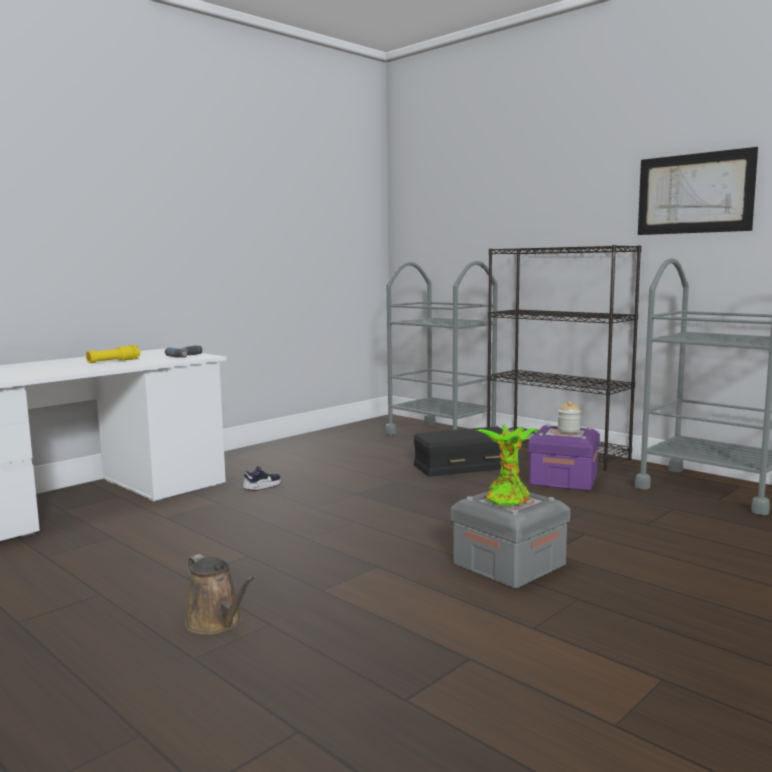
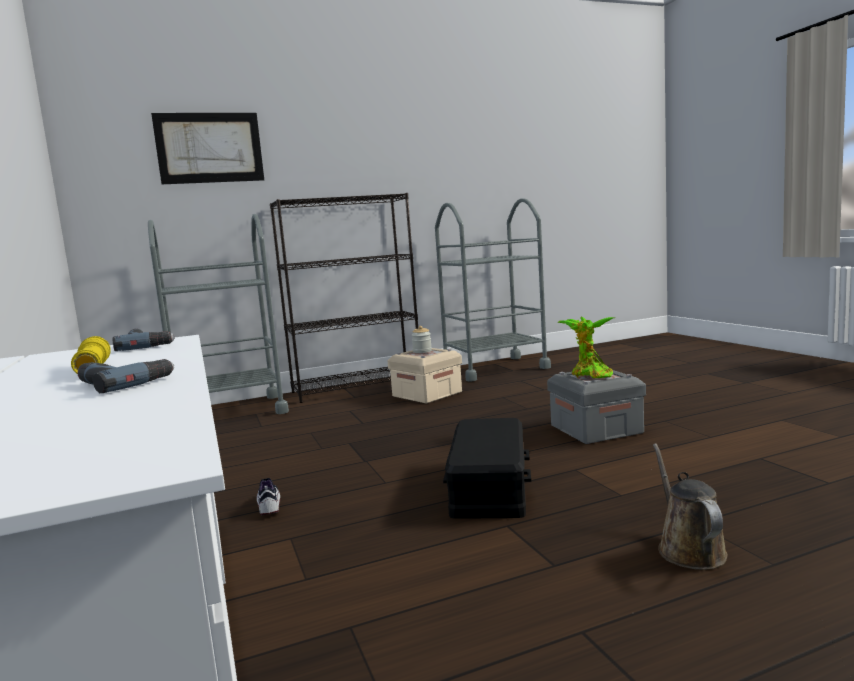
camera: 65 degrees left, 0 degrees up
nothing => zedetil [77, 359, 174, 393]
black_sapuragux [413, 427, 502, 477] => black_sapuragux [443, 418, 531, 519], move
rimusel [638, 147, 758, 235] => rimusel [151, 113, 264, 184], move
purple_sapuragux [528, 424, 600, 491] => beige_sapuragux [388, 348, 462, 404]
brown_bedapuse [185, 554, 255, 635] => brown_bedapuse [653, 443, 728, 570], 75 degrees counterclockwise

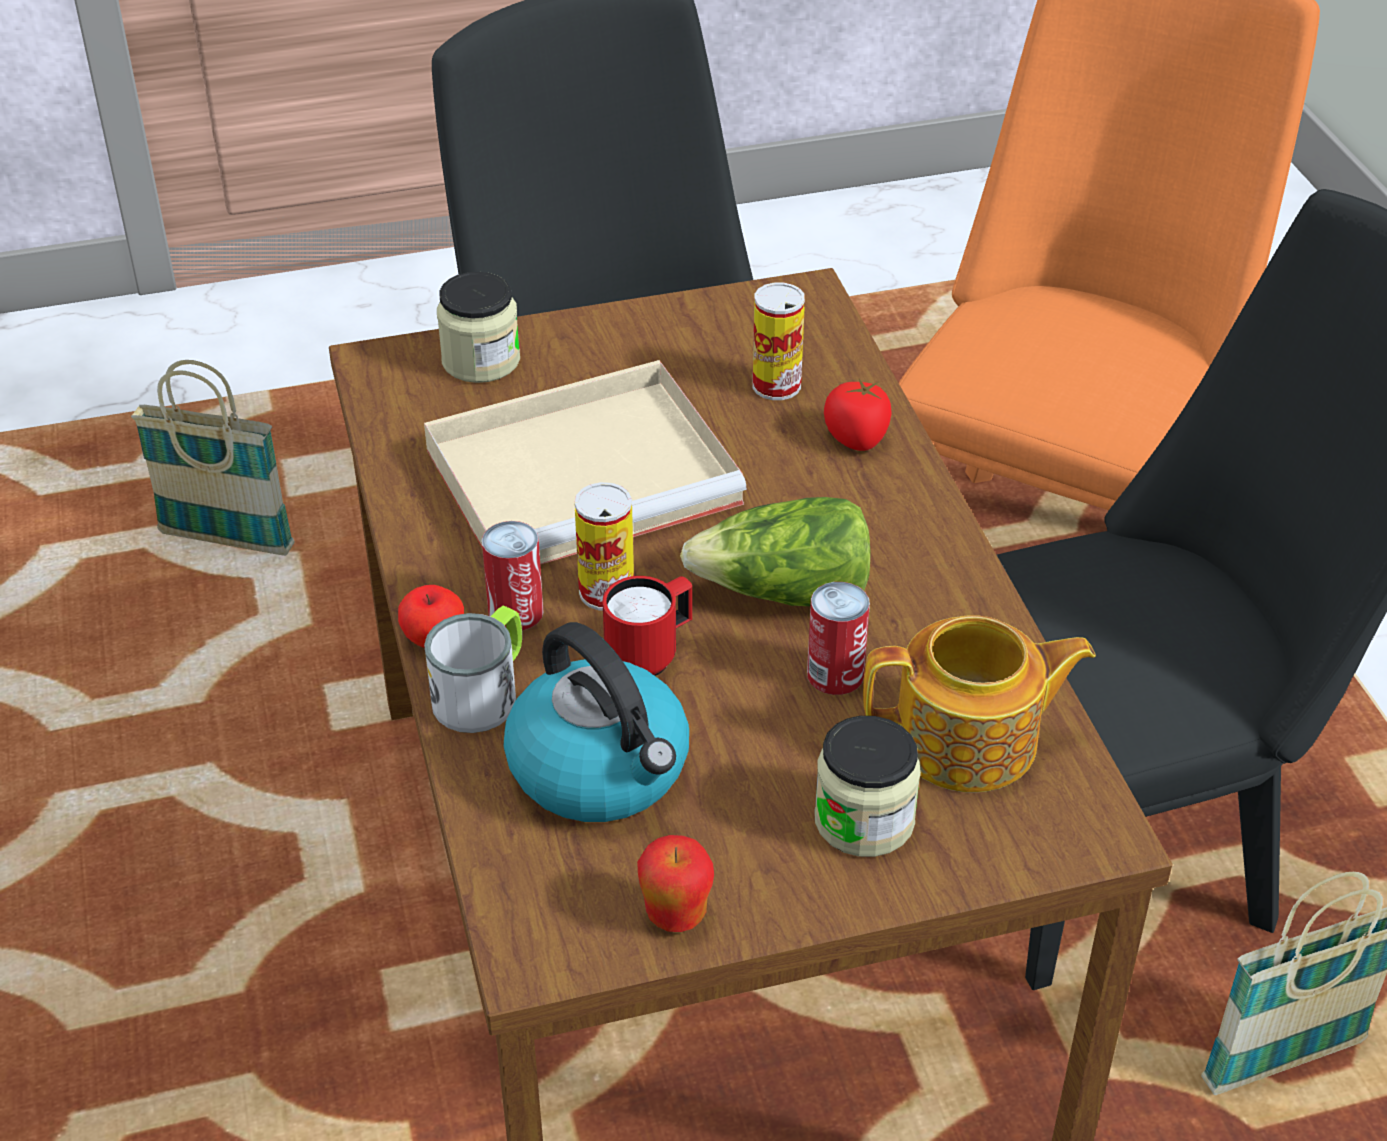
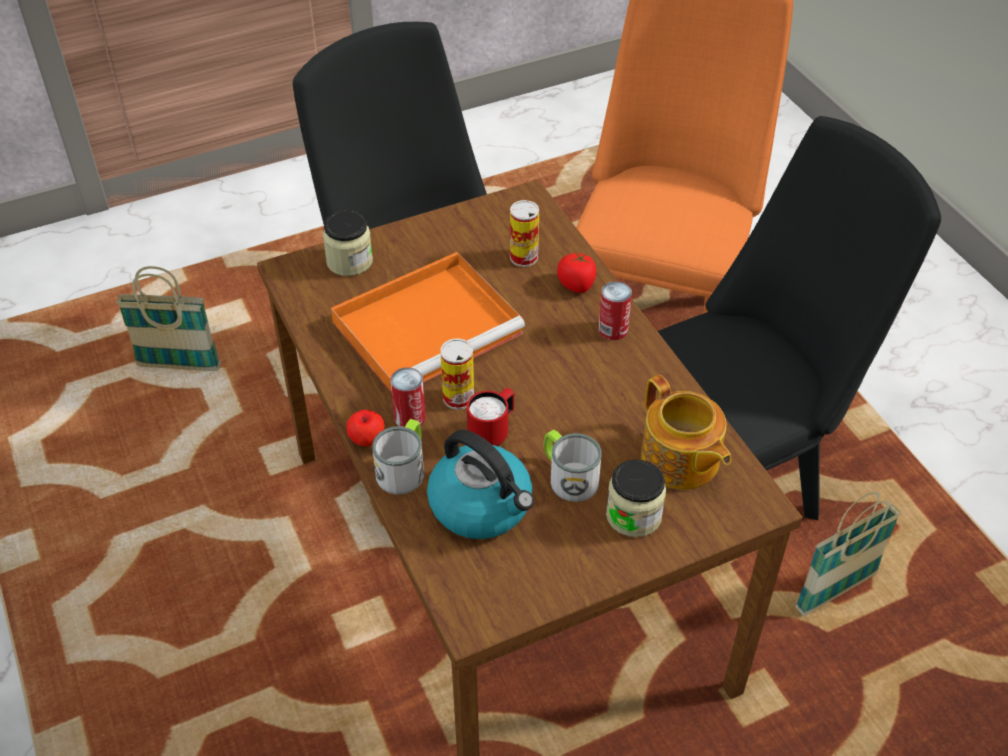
camera: 10 degrees left, 5 degrees up
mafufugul [637, 835, 714, 932] => nothing
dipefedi [680, 497, 871, 606] => nothing
nothing => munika [544, 429, 602, 502]
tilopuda [807, 582, 870, 695] => tilopuda [598, 281, 632, 341], move
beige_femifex [424, 360, 747, 565] => orange_femifex [331, 252, 525, 393]
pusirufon [863, 615, 1096, 792] => pusirufon [641, 375, 731, 490], 75 degrees clockwise

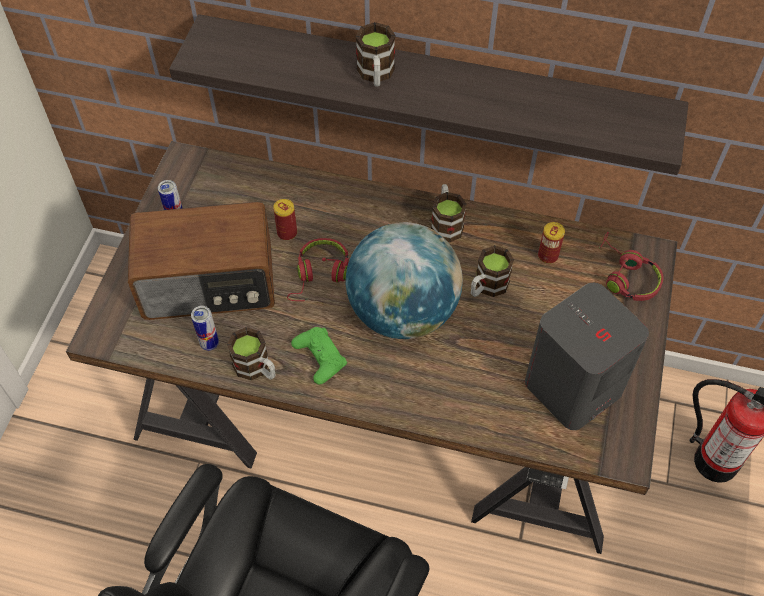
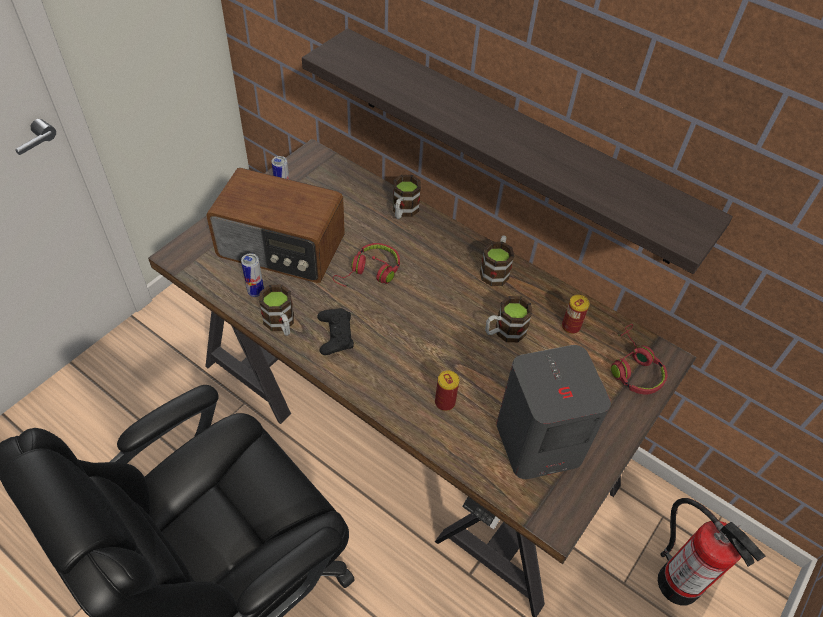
camera: 20 degrees right, 5 degrees down
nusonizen [346, 222, 463, 339] => nothing
tilopuda [273, 199, 297, 241] => tilopuda [435, 370, 459, 411], move
munika [355, 22, 395, 87] => munika [393, 175, 421, 219], move
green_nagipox [291, 327, 347, 385] => black_nagipox [317, 308, 354, 355]

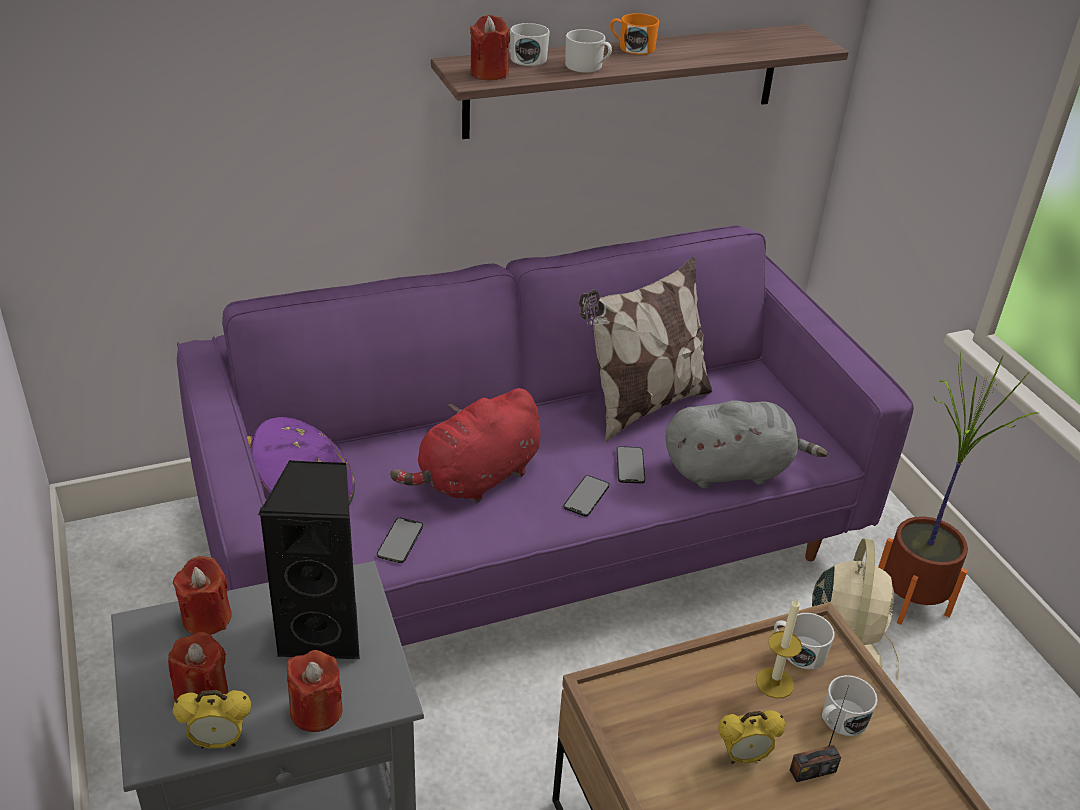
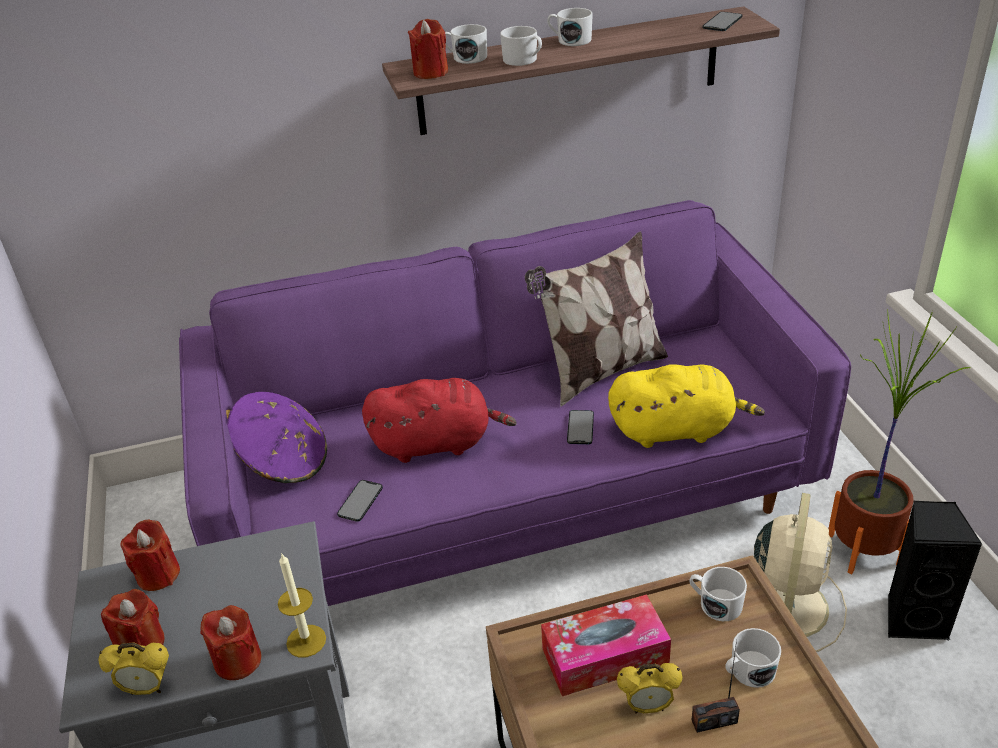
camera: 10 degrees right, 0 degrees up
nothing => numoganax [541, 594, 671, 696]
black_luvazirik [258, 460, 360, 659] => black_luvazirik [888, 500, 983, 640], move
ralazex [563, 475, 609, 517] => ralazex [703, 12, 743, 31], move
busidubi [756, 597, 802, 698] => busidubi [278, 553, 326, 658], move
orange_munika [610, 13, 659, 55] => white_munika [547, 8, 593, 46]
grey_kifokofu [665, 400, 828, 489] => yellow_kifokofu [608, 364, 765, 448]
red_kifokofu [390, 388, 540, 503] => red_kifokofu [362, 378, 517, 463], 150 degrees counterclockwise

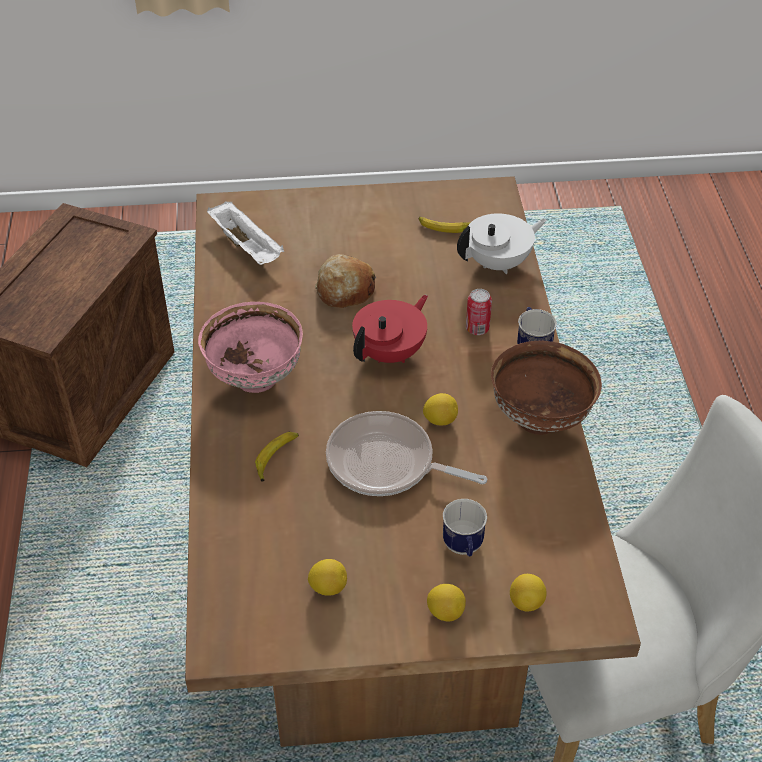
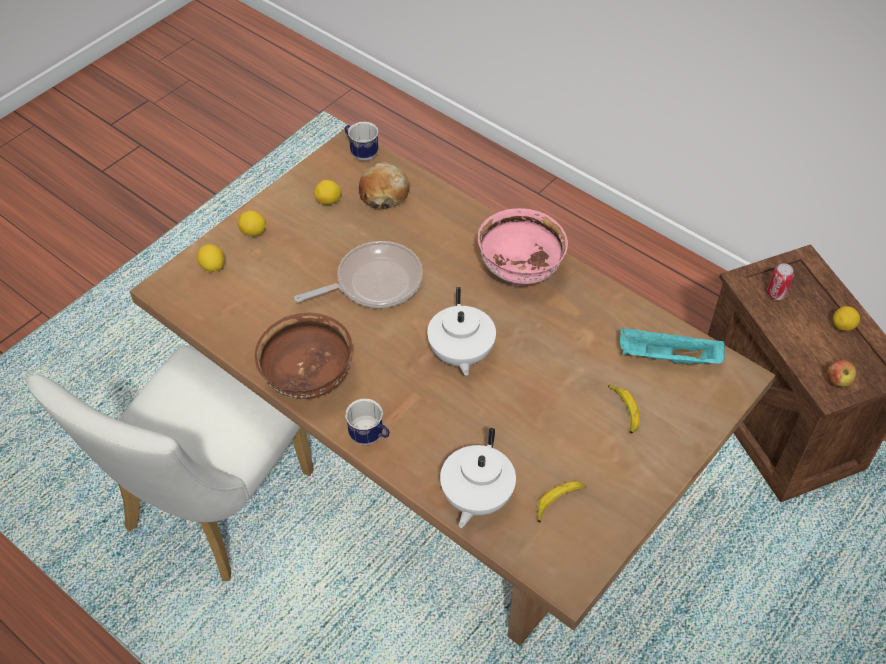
camera: 135 degrees right, 5 degrees up
nothing => mafufugul [827, 360, 856, 387]
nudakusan [255, 432, 299, 481] => nudakusan [608, 385, 640, 434], move
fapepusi [315, 254, 376, 308] => fapepusi [359, 162, 410, 209], move
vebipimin [423, 393, 458, 426] => vebipimin [833, 306, 860, 331], move
munika [443, 499, 487, 556] => munika [345, 122, 378, 161], move
tilopuda [466, 289, 492, 335] => tilopuda [767, 263, 794, 300], move
white_femifex [207, 201, 284, 265] => turquoise_femifex [620, 327, 725, 364]
red_pusirufon [352, 295, 428, 363] => white_pusirufon [427, 287, 496, 376]

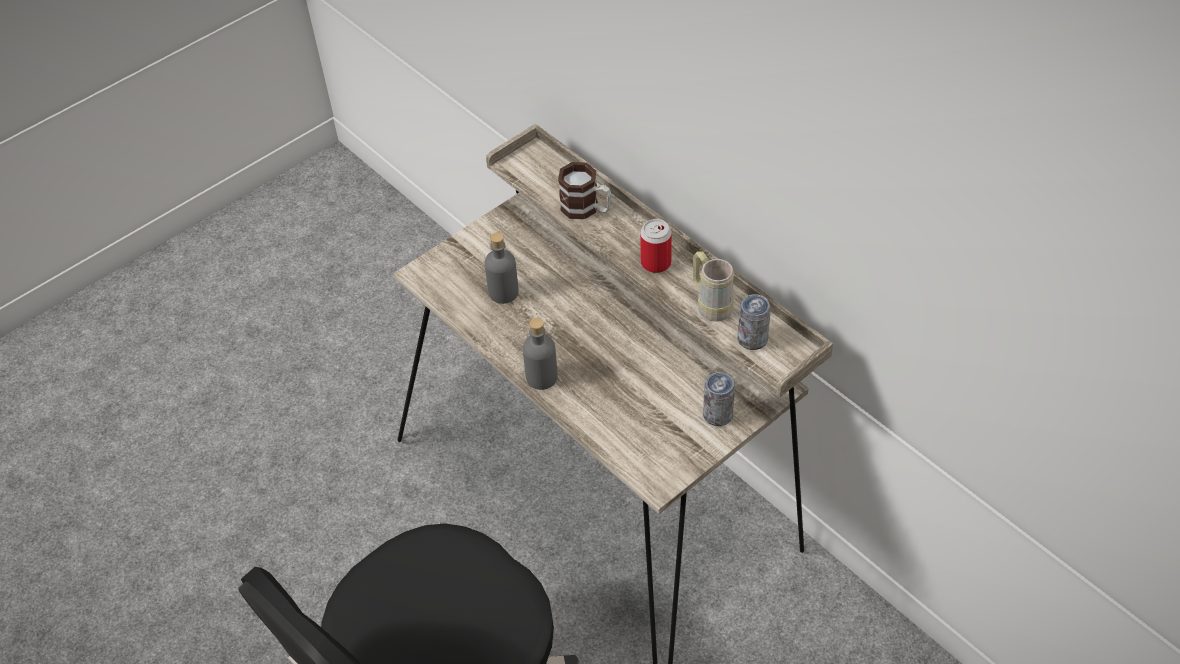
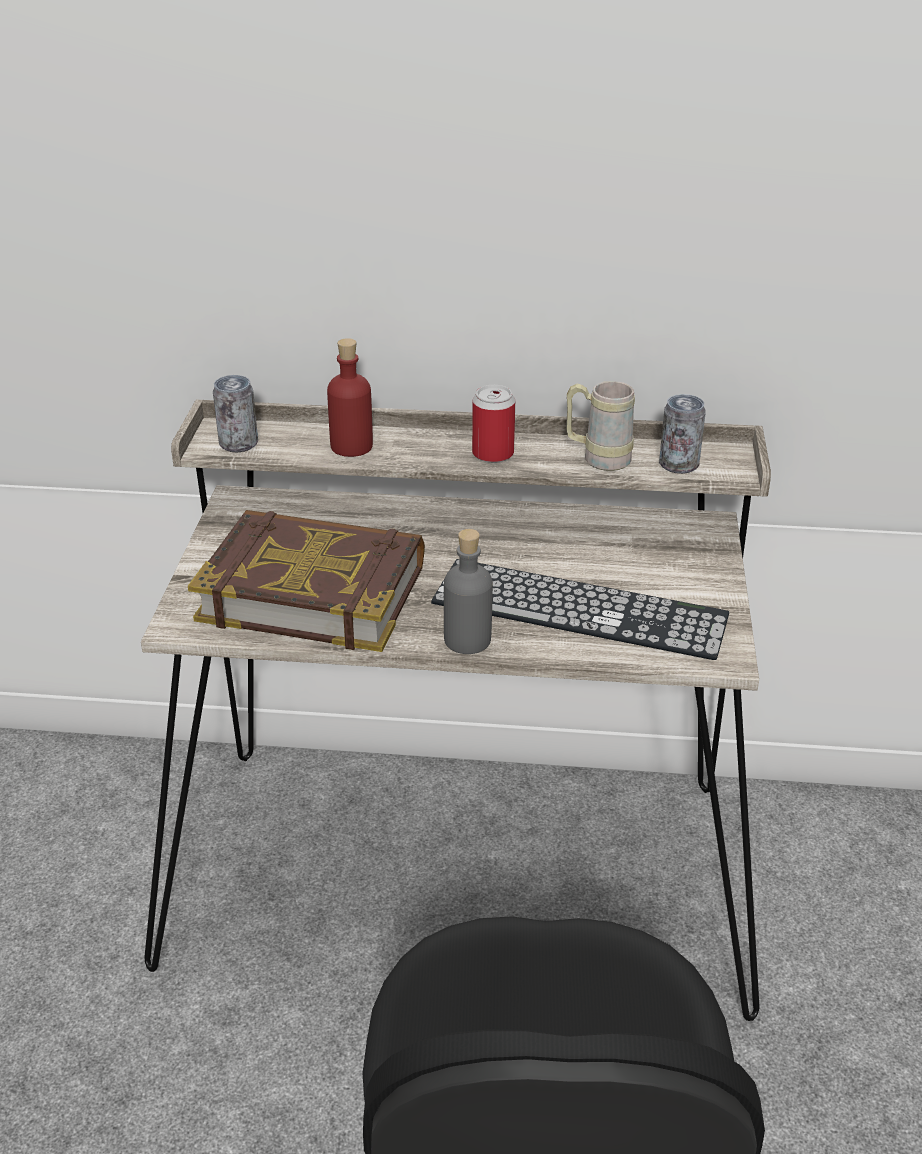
camera: 45 degrees left, 15 degrees down
nothing => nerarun [431, 559, 729, 660]
tilopuda [703, 372, 735, 426] => tilopuda [213, 375, 258, 452], move
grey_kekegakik [485, 232, 519, 304] => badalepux [188, 510, 425, 652]
munika [558, 162, 611, 220] => red_kekegakik [327, 338, 373, 457]

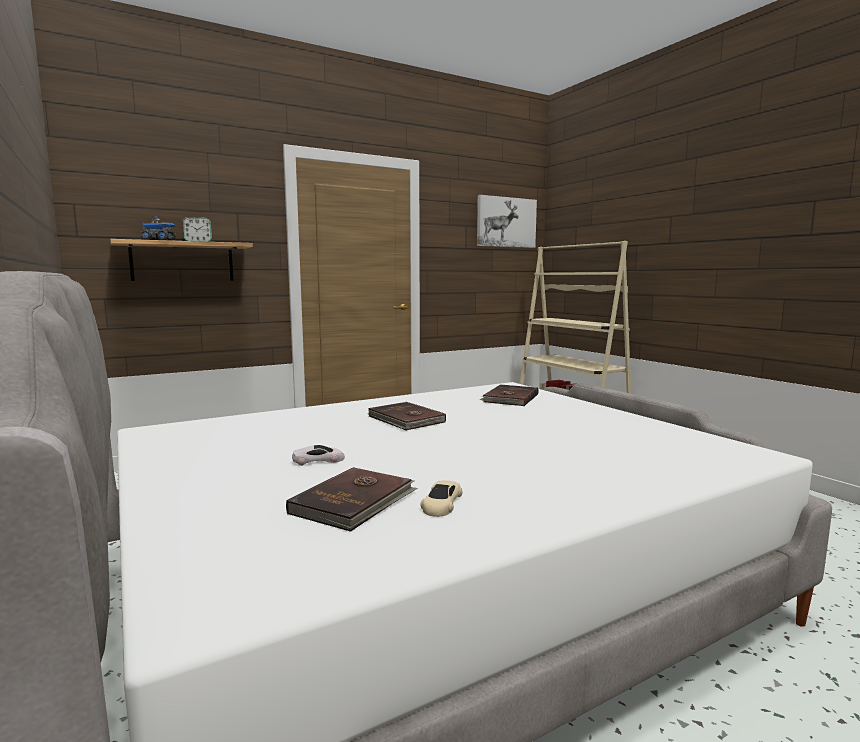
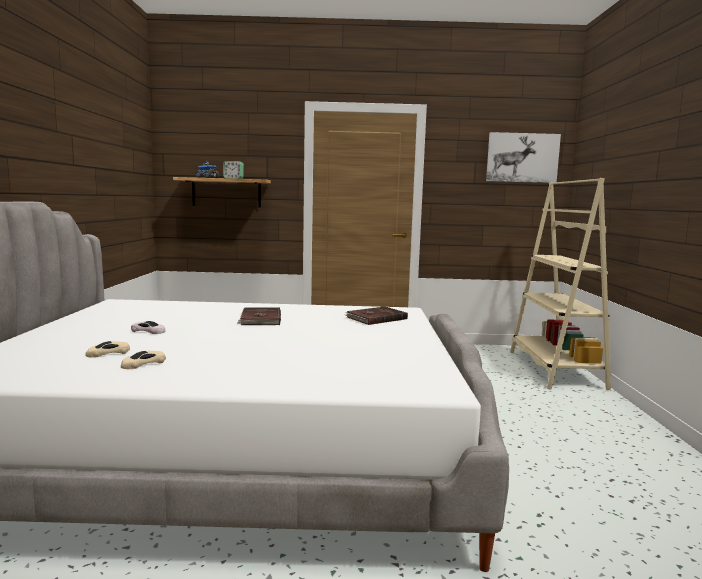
camera: 30 degrees right, 0 degrees up
brown_badalepux [286, 467, 418, 532] => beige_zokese [85, 341, 130, 358]

